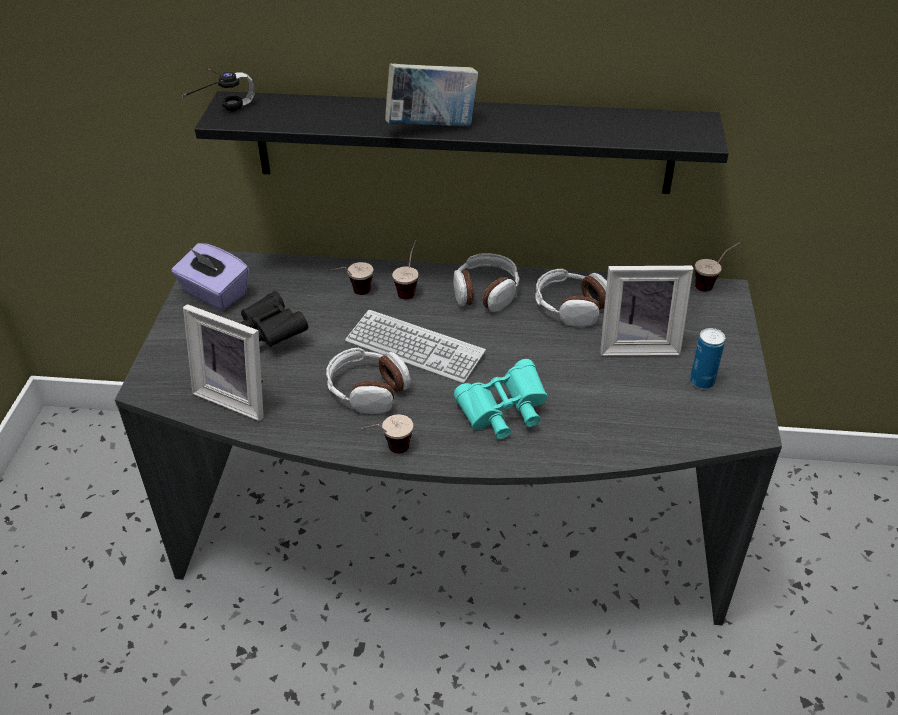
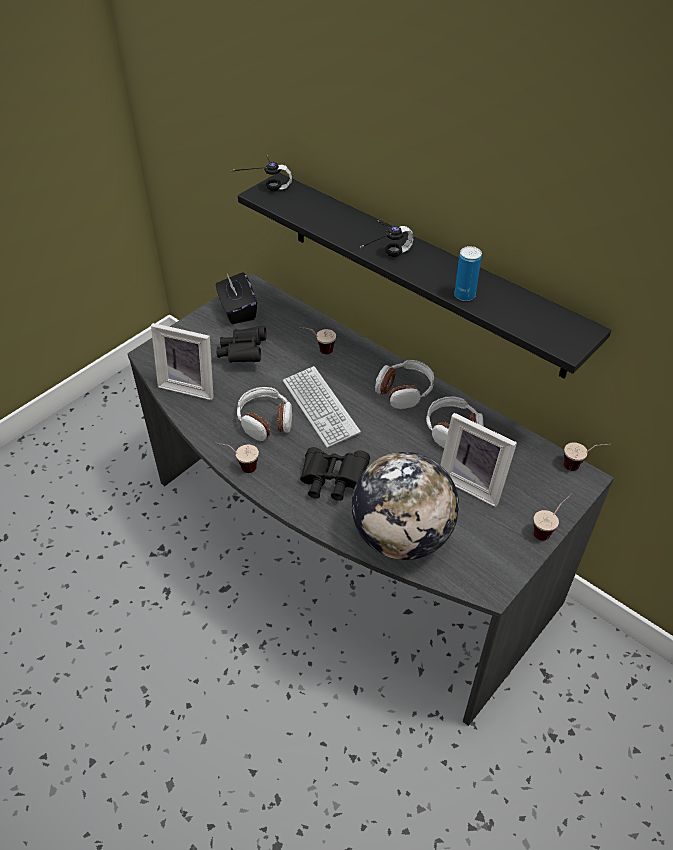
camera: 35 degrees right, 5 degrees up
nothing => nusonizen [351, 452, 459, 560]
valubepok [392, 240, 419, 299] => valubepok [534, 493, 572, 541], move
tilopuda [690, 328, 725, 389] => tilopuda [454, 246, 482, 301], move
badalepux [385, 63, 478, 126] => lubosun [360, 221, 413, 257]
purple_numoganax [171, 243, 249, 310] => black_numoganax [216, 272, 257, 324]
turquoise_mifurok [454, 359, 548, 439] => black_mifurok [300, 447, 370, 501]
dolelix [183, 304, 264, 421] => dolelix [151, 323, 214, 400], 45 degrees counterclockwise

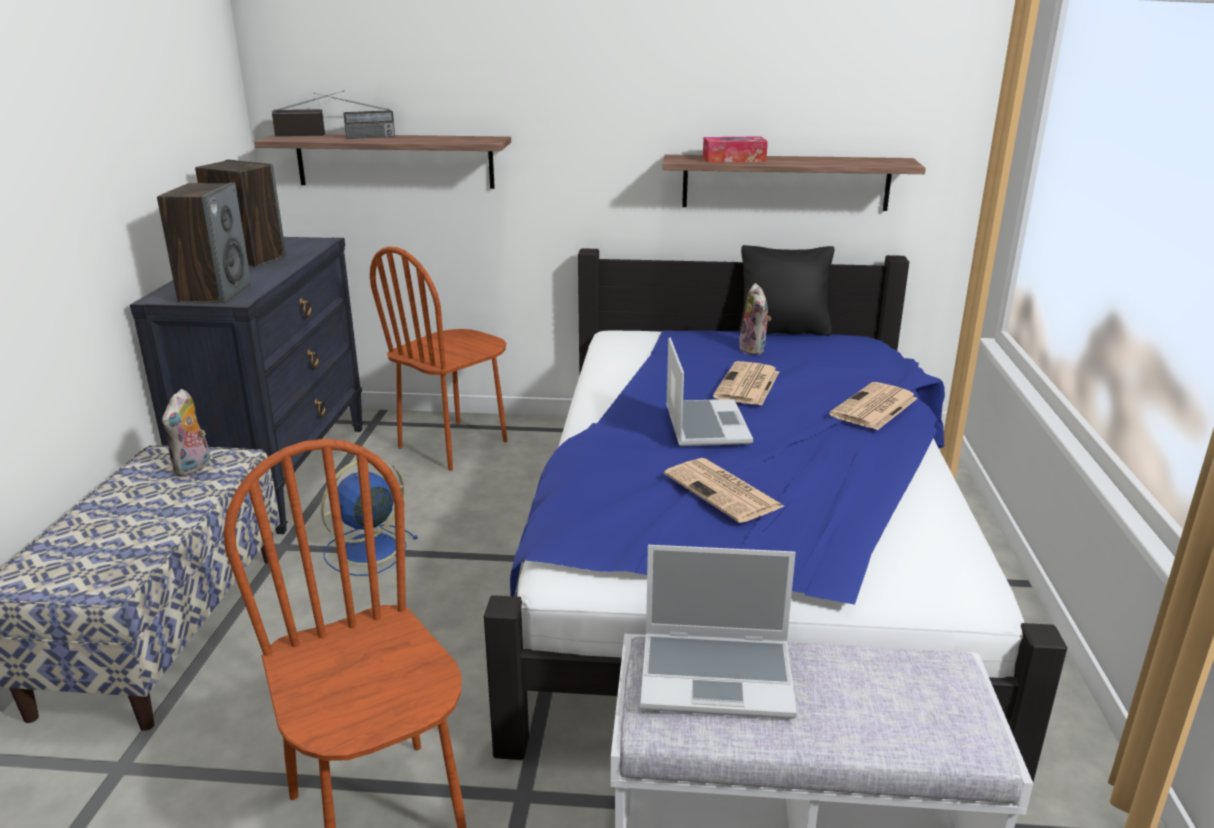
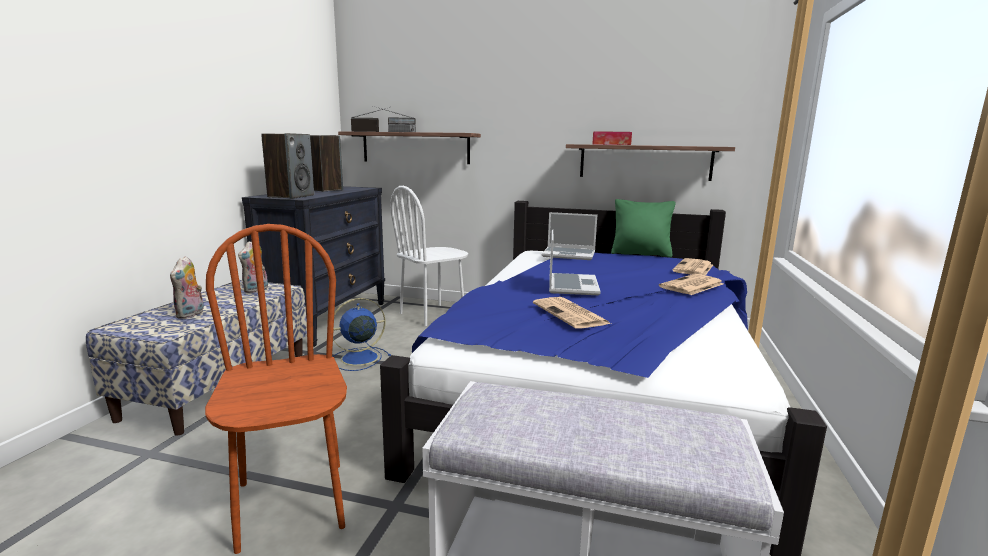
camera: 10 degrees right, 10 degrees down
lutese [640, 545, 797, 719] => lutese [542, 212, 597, 260], move
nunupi [713, 361, 779, 406] => nunupi [672, 258, 713, 275], move
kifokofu [739, 283, 771, 355] => kifokofu [170, 256, 204, 319], move
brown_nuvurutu [370, 247, 507, 471] => white_nuvurutu [390, 186, 468, 326]
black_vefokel [739, 245, 834, 336] => green_vefokel [611, 199, 675, 258]

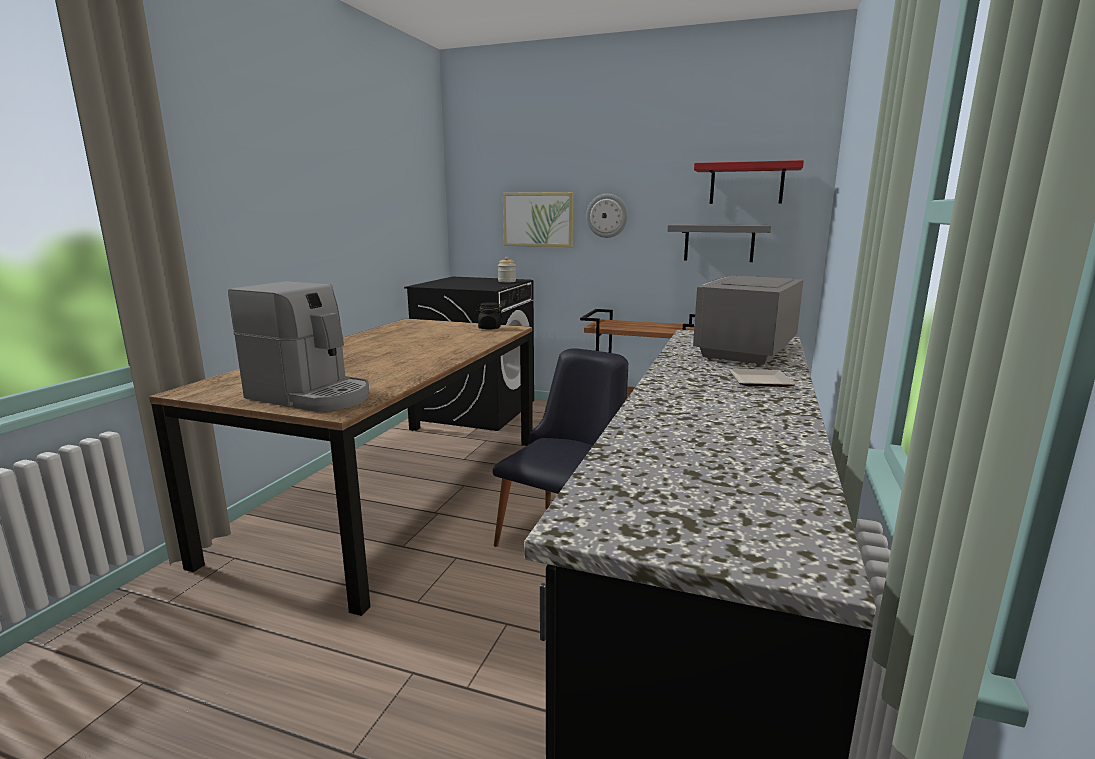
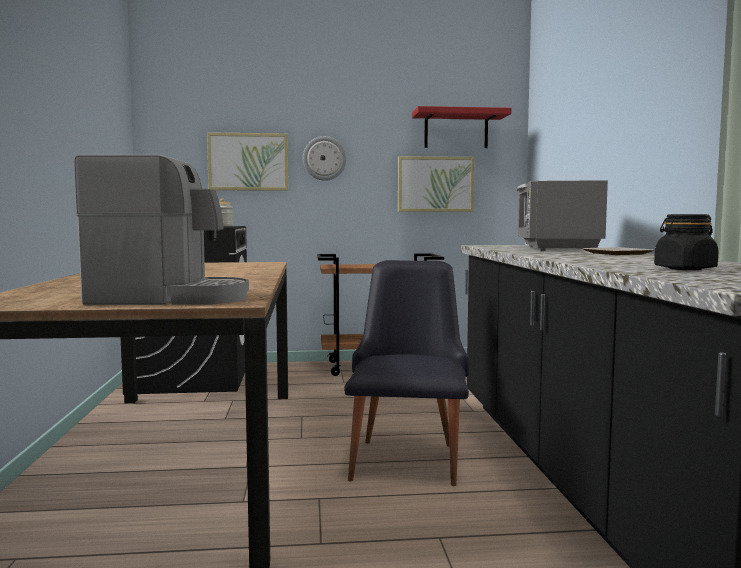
camera: 25 degrees left, 10 degrees down
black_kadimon [475, 302, 503, 330] => black_kadimon [654, 214, 719, 270], move
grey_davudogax [667, 224, 771, 262] => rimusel [398, 156, 474, 212]

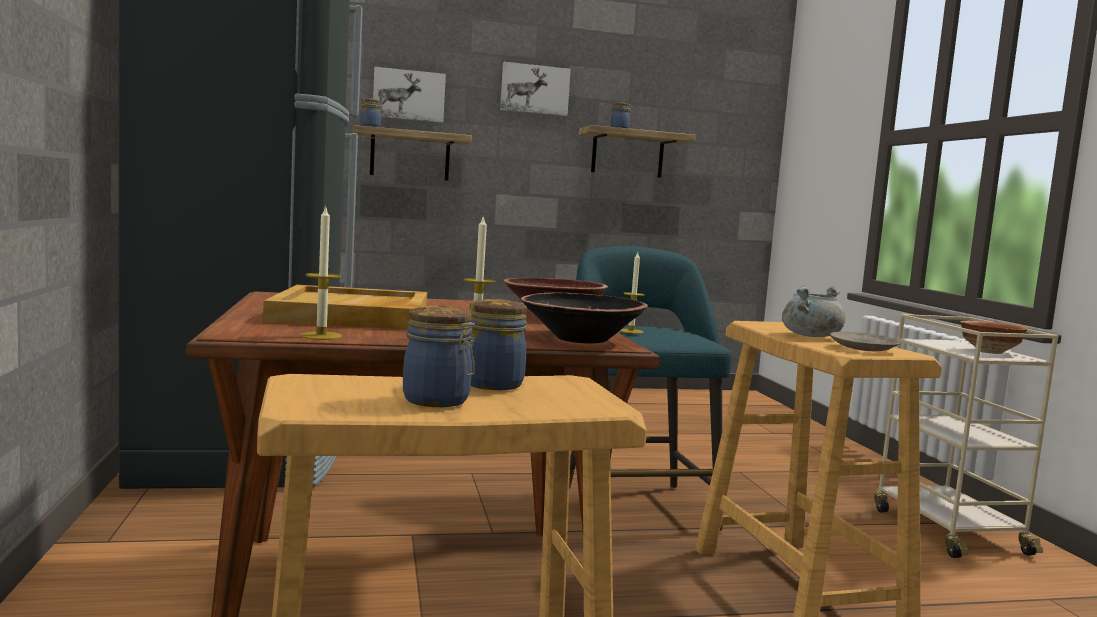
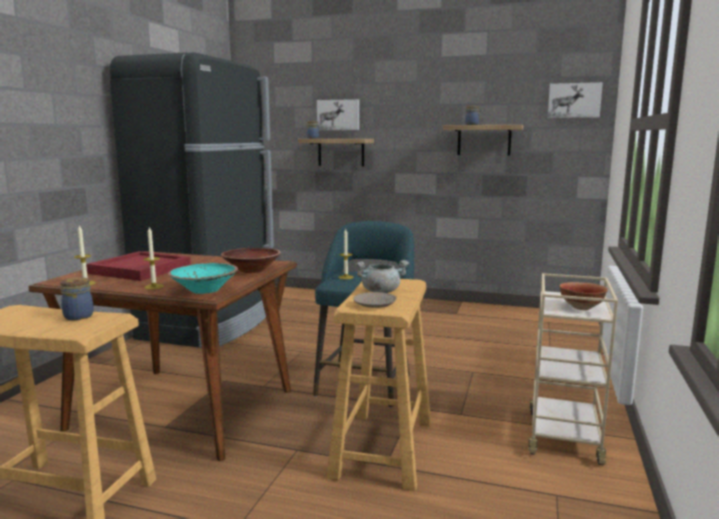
camera: 30 degrees right, 5 degrees up
kadimon [403, 306, 475, 407] => nothing
rimusel [500, 62, 571, 116] => rimusel [548, 82, 603, 118], move
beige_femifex [263, 285, 427, 330] => red_femifex [86, 251, 191, 281]
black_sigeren [521, 293, 648, 344] => turquoise_sigeren [168, 263, 238, 294]

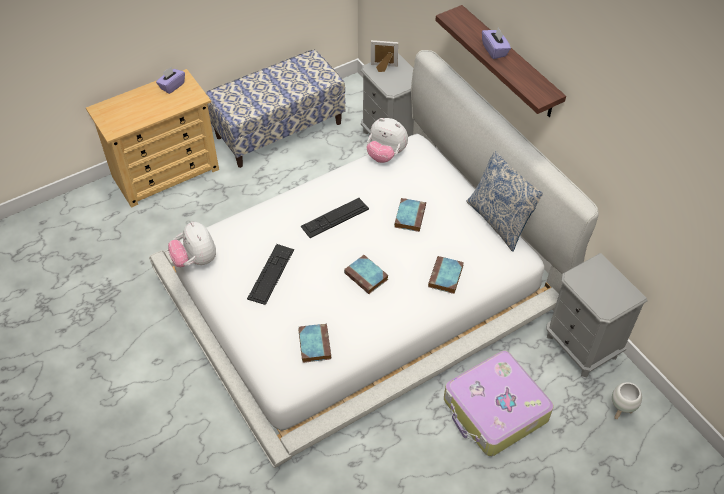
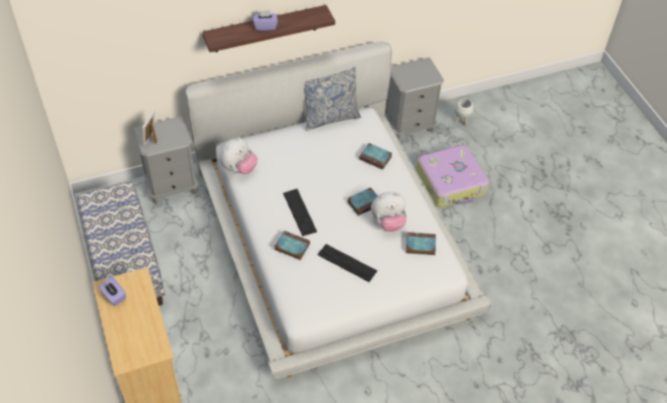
camera: 80 degrees left, 0 degrees up
kifokofu [168, 221, 216, 267] => kifokofu [371, 192, 407, 232], move
badalepux [394, 198, 426, 232] => badalepux [275, 231, 310, 260], move

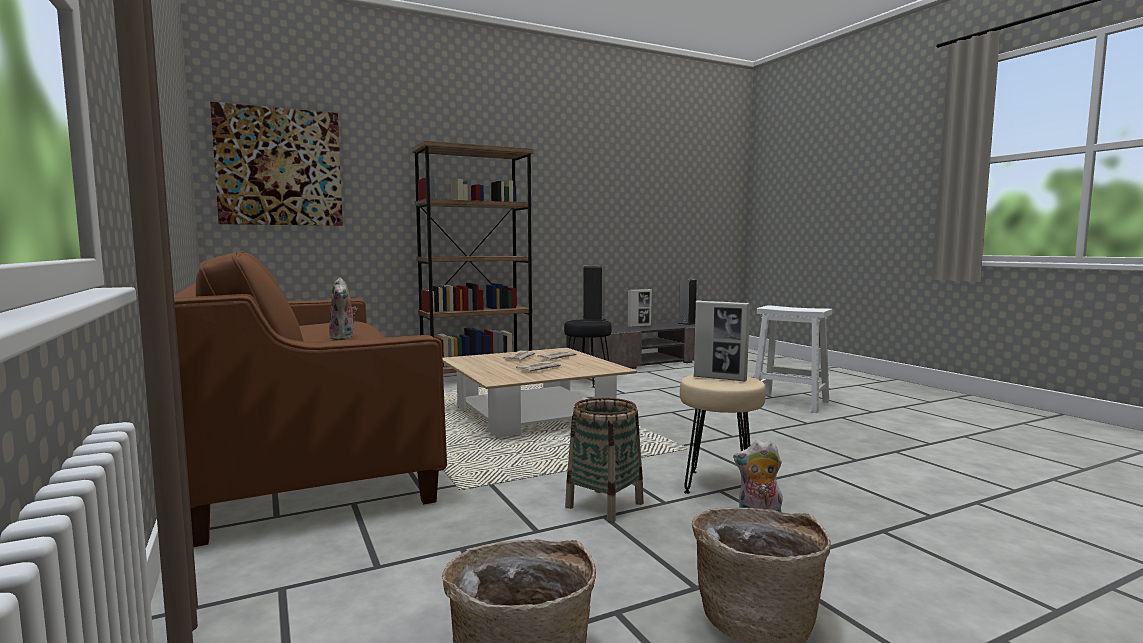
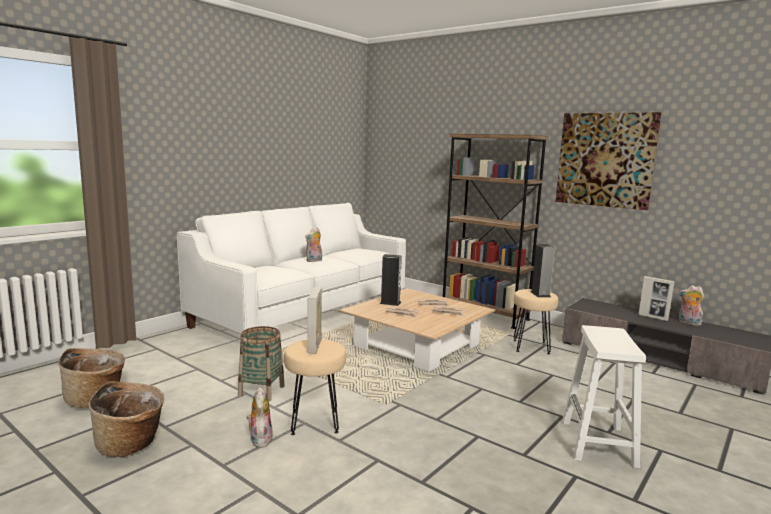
camera: 65 degrees right, 5 degrees up
nothing => kifokofu [679, 285, 704, 326]
rimusel [210, 102, 343, 226] => rimusel [556, 112, 661, 210], move
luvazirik [678, 278, 697, 325] => luvazirik [380, 254, 402, 306], move
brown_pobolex [174, 251, 447, 547] => white_pobolex [176, 203, 406, 335]
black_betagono [564, 319, 612, 388] => beige_betagono [513, 289, 558, 354]

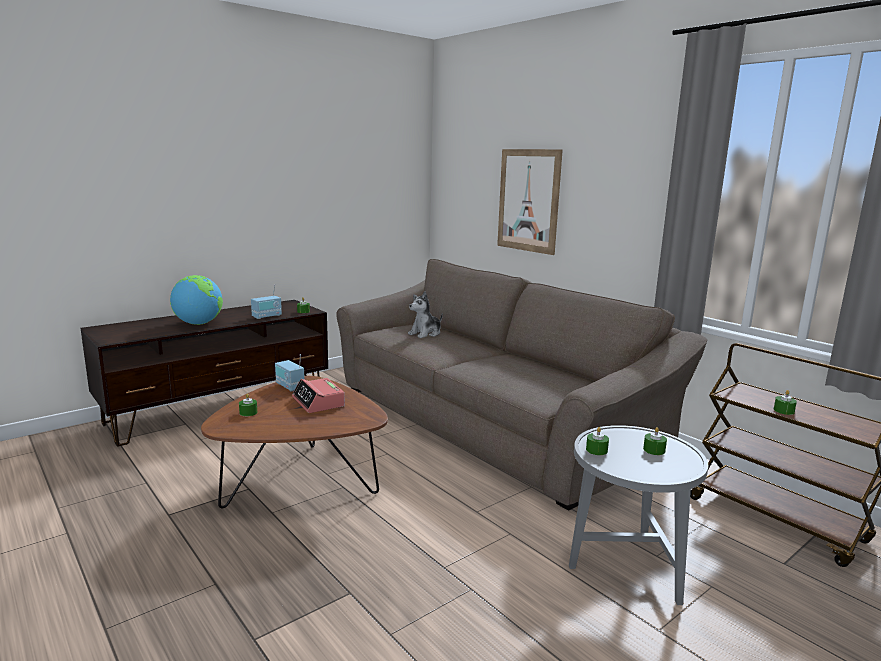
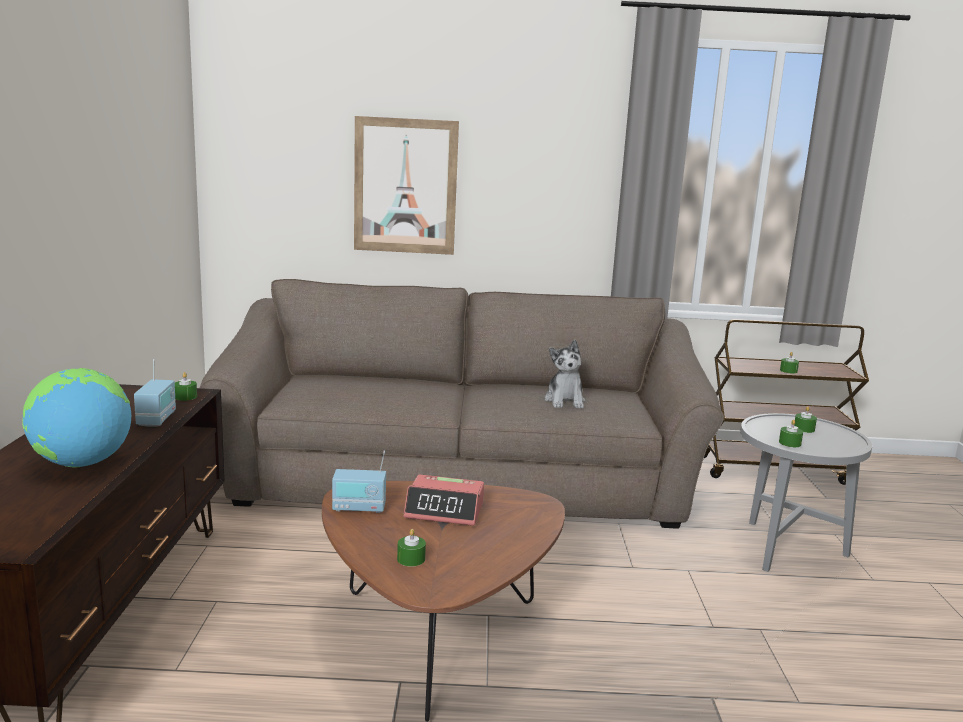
camera: 50 degrees left, 0 degrees up
kifokofu [408, 291, 443, 338] => kifokofu [545, 340, 585, 409], move

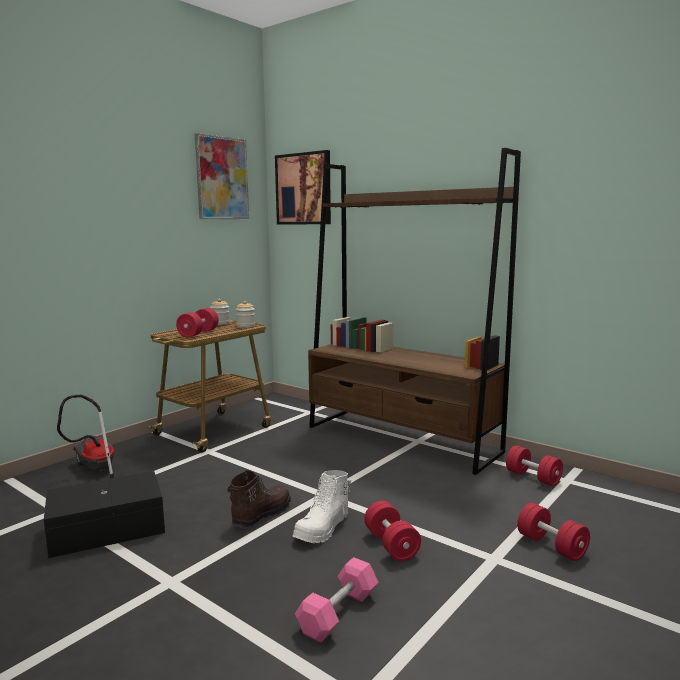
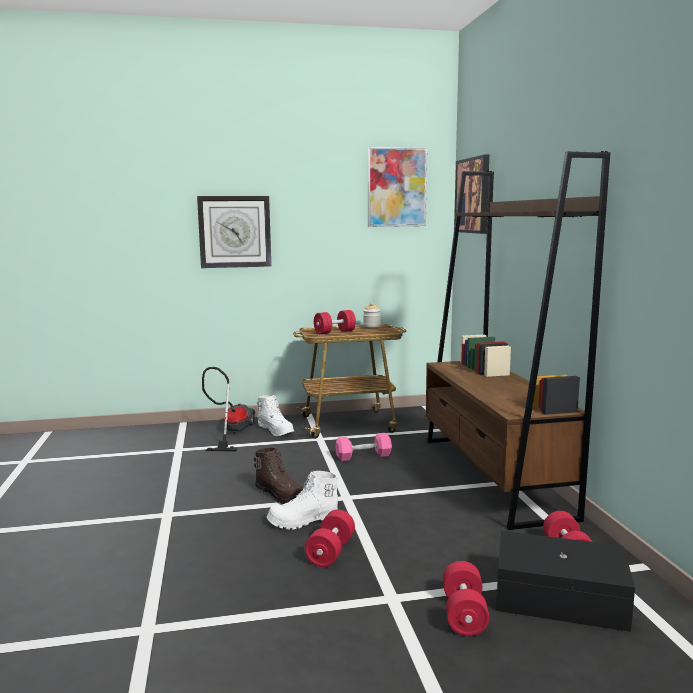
camera: 40 degrees right, 0 degrees up
kadimon [236, 301, 255, 328] => nothing
nothing => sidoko [197, 196, 271, 268]
nothing => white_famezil [257, 395, 294, 436]
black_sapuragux [44, 471, 165, 558] => black_sapuragux [496, 531, 635, 632], move
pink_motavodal [295, 557, 378, 643] => pink_motavodal [335, 433, 392, 461], move
brown_famezil [227, 470, 291, 527] => brown_famezil [254, 448, 303, 504], 60 degrees clockwise

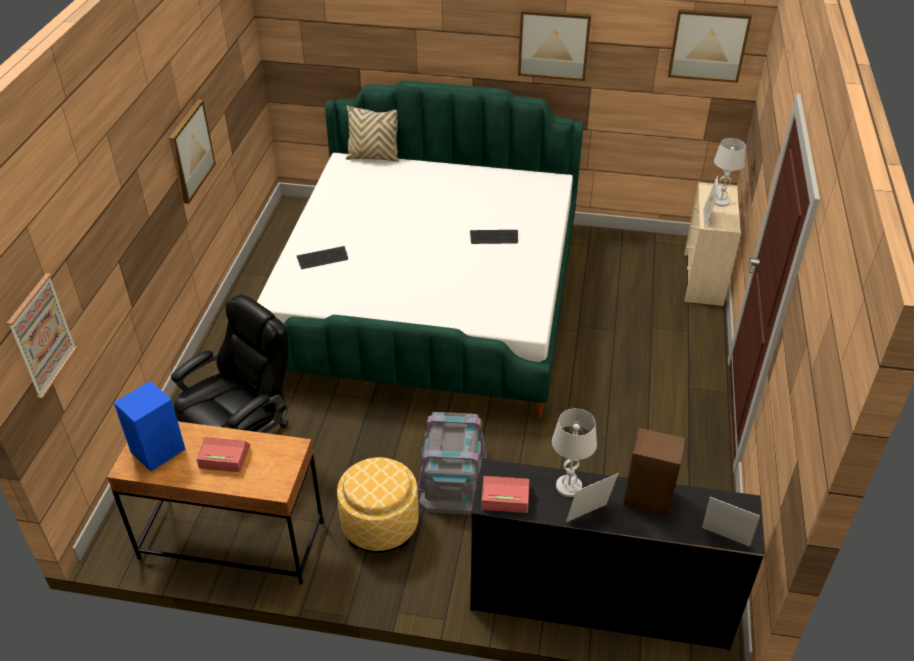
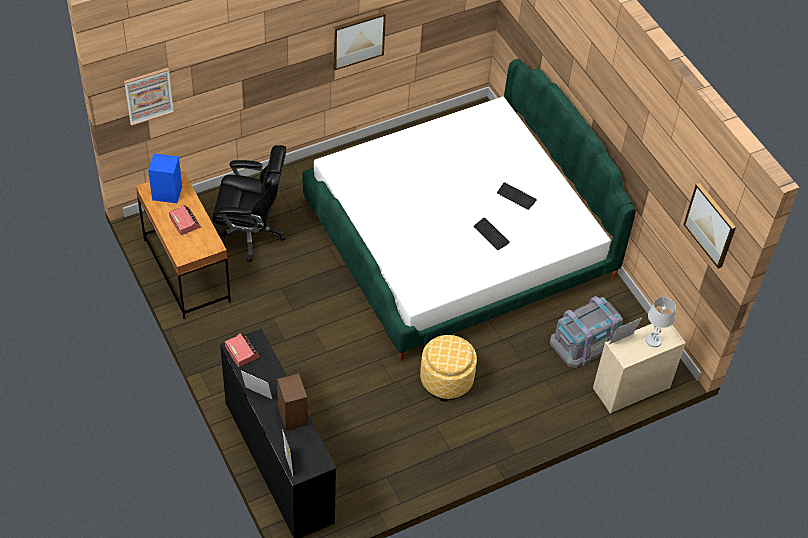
camera: 50 degrees right, 10 degrees up
beige_vefokel [346, 105, 399, 162] => nothing
rimusel [518, 10, 591, 81] => nothing
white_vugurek [552, 408, 597, 497] => nothing
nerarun [297, 246, 348, 269] => nerarun [497, 182, 537, 210], move
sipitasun [337, 457, 419, 553] => sipitasun [420, 335, 477, 402], move
grey_sapuragux [417, 412, 487, 515] => grey_sapuragux [550, 296, 623, 368], move

